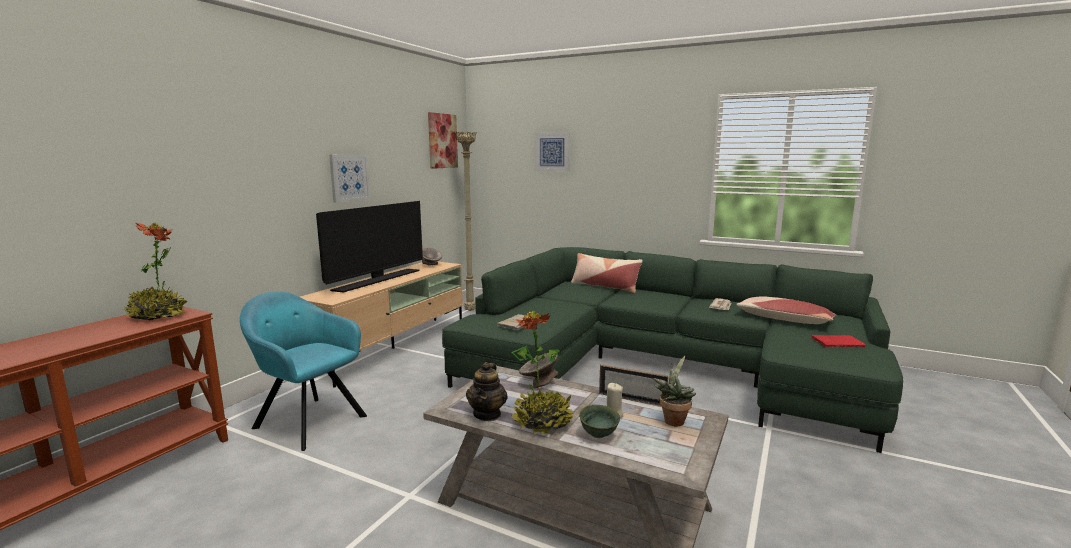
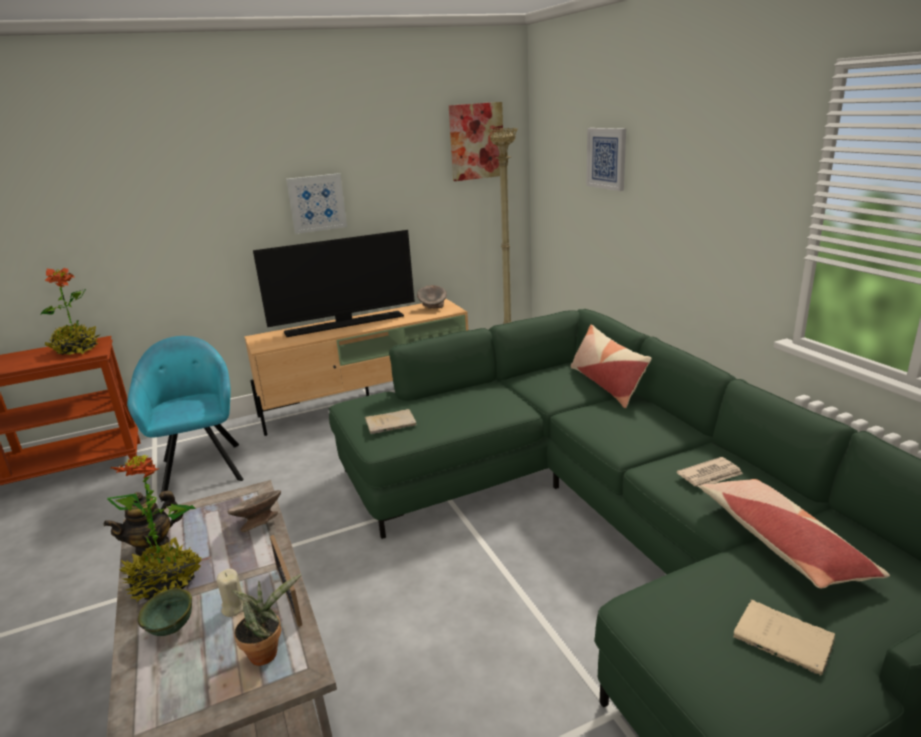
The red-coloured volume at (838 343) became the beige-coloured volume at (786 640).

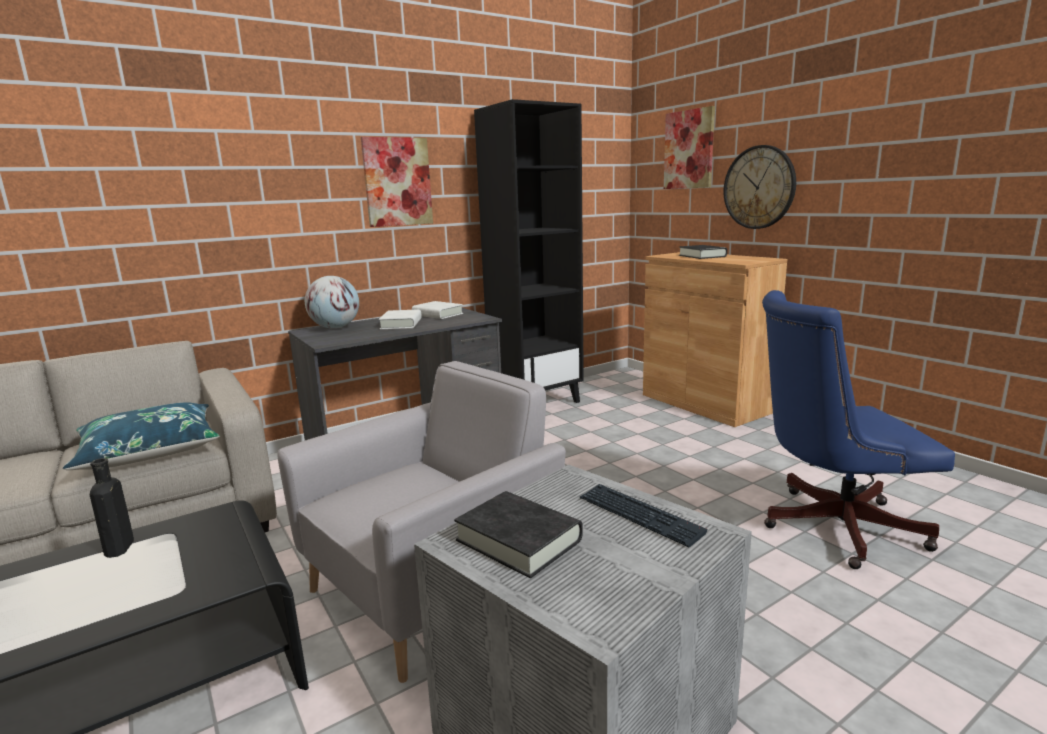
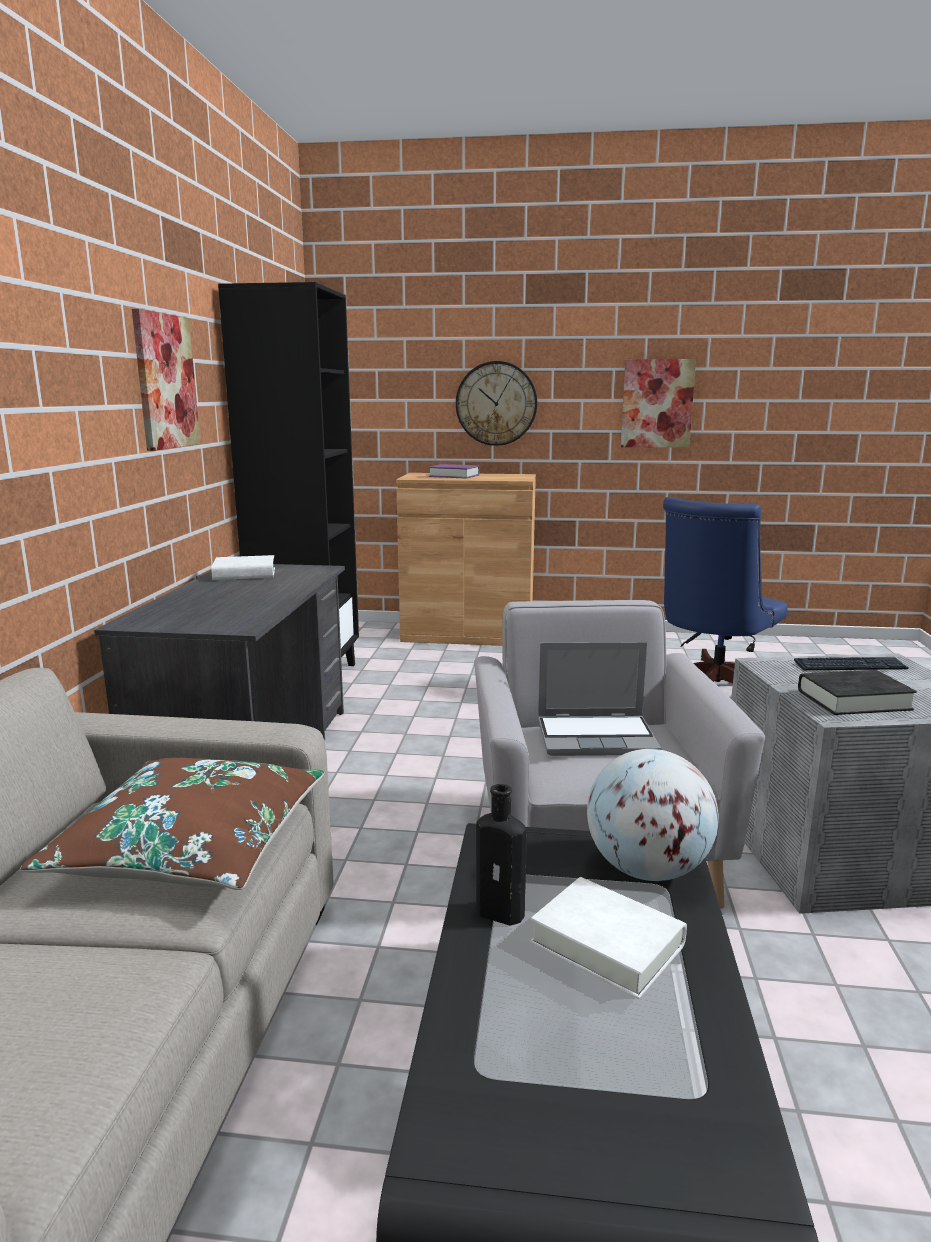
The wall picture moved from (689 149) to (657 403). The black-coloured volume at (702 256) became the purple-coloured volume at (454 476). The world globe moved from (335 327) to (647 870). The white volume moved from (401 324) to (607 944). The bluish pillow at (149 450) became the brown-coloured pillow at (191 846). The laptop at (597 737) appeared.

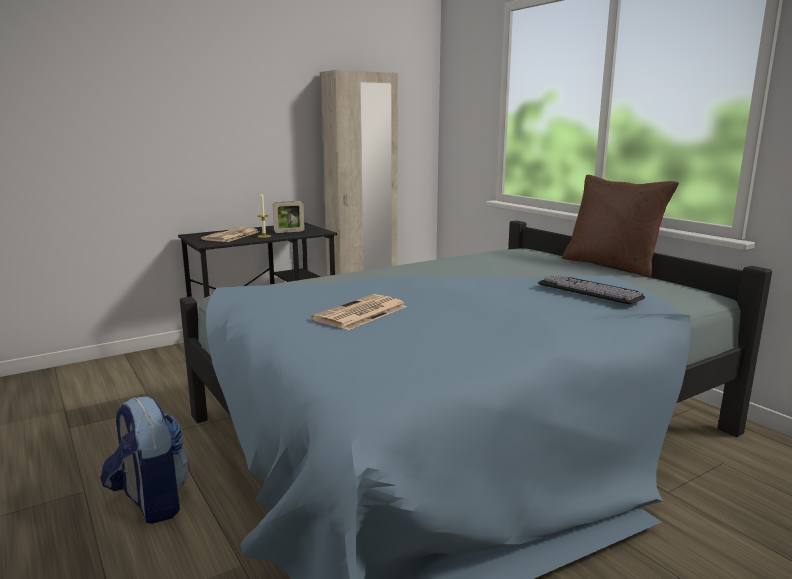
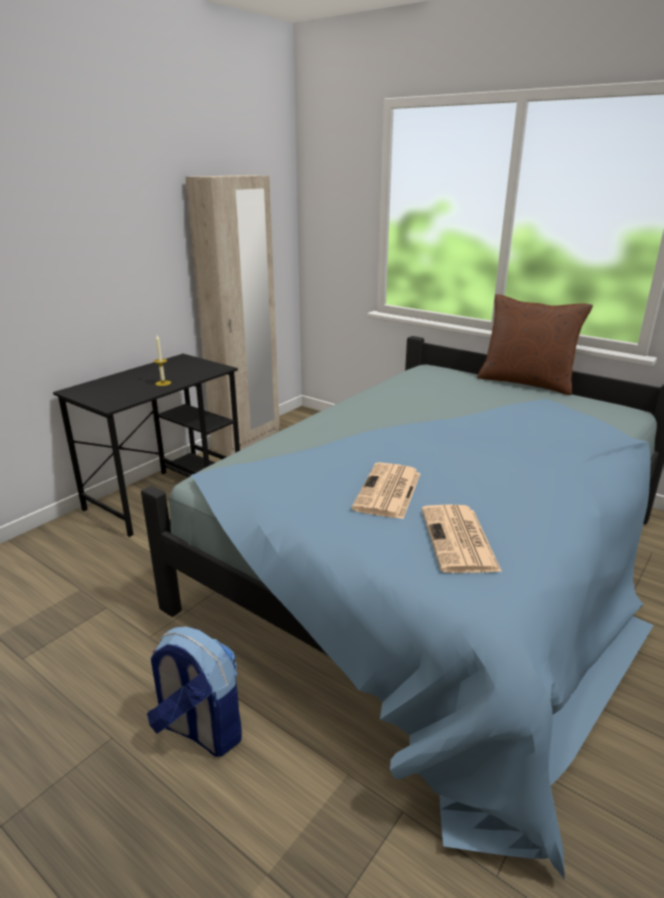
The picture frame at (289 231) disappeared. The newspaper moved from (231 236) to (459 540). The keyboard at (593 289) disappeared.

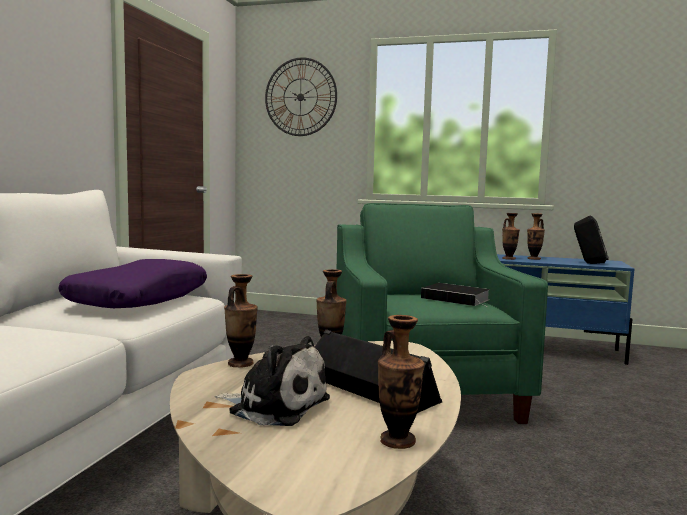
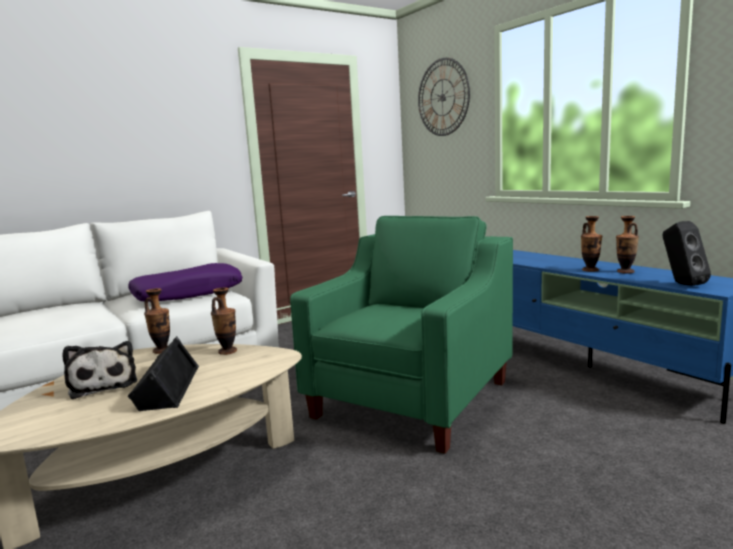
The volume at (457 299) disappeared. The decorative vase at (397 441) disappeared.

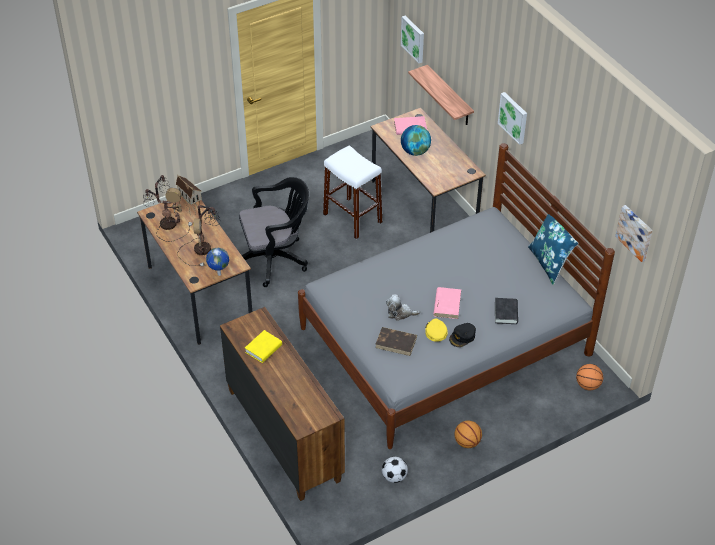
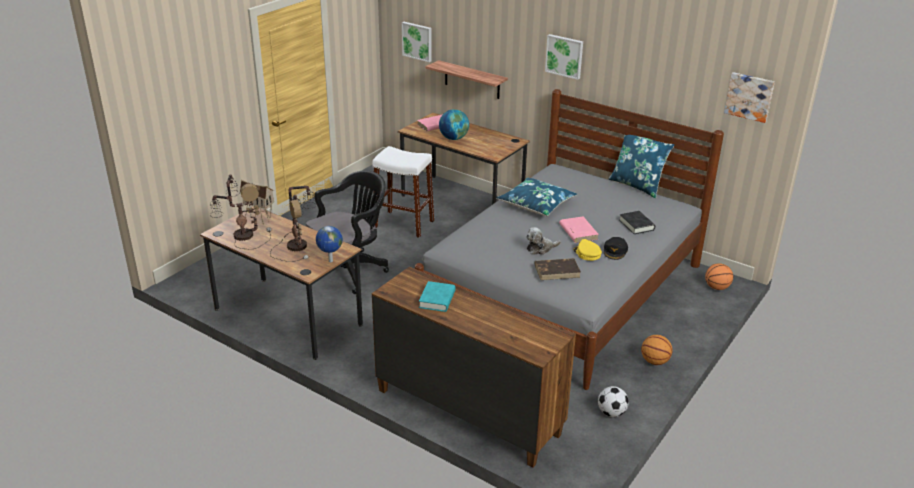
The yellowish volume at (263 349) became the turquoise volume at (437 300). The bluish pillow at (536 204) appeared.

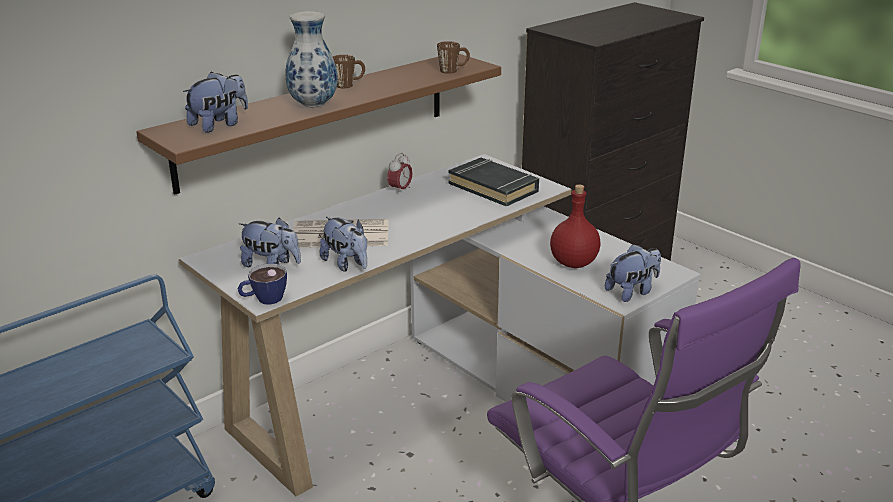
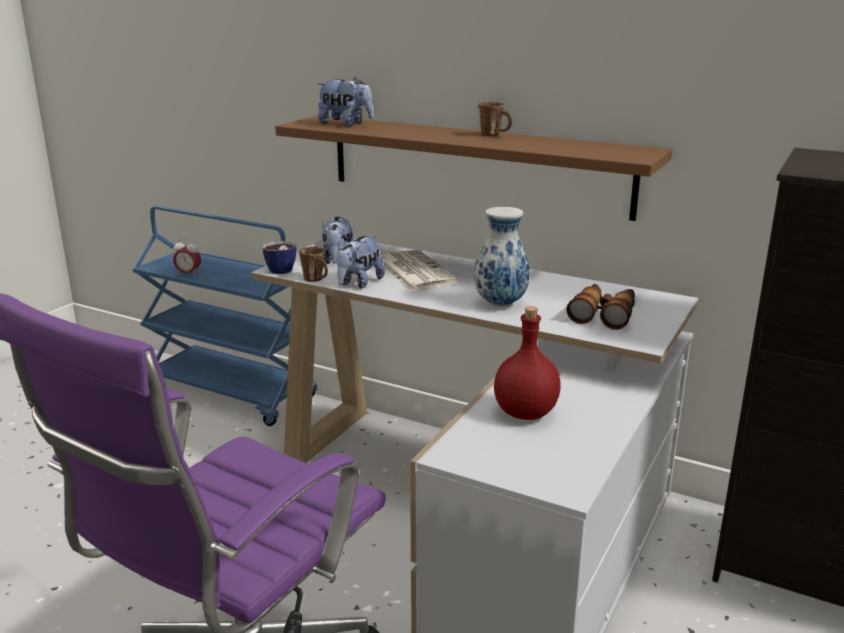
The decorative vase moved from (314 105) to (500 304). The brown-coloured tea mug moved from (453 70) to (317 280). The table clock moved from (400 190) to (188 274). The black-coloured volume at (493 187) was replaced by the field glasses at (604 314). The cuddly toy at (632 292) disappeared.

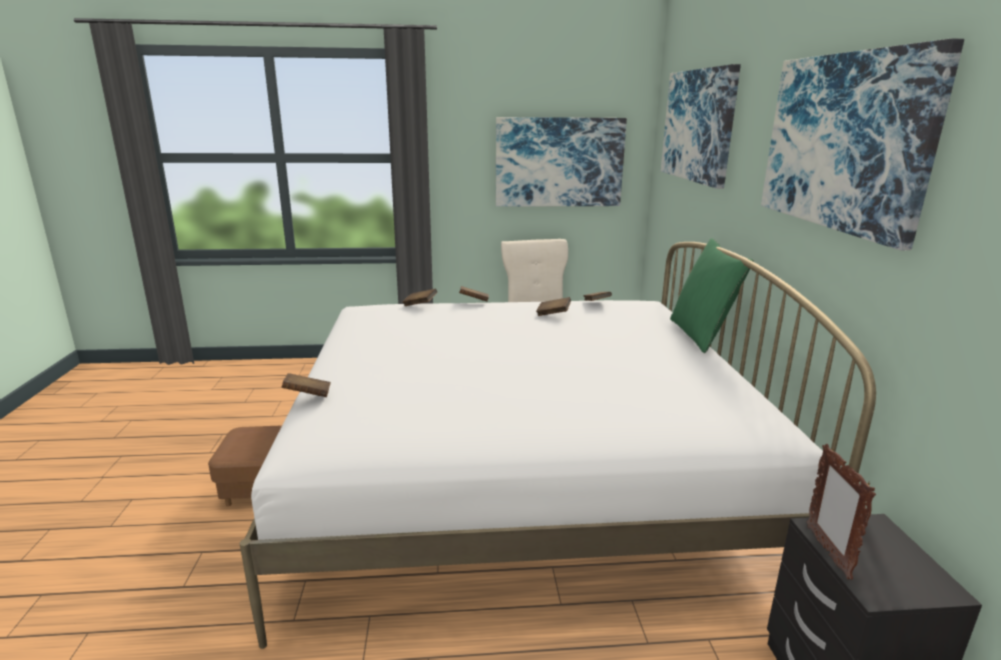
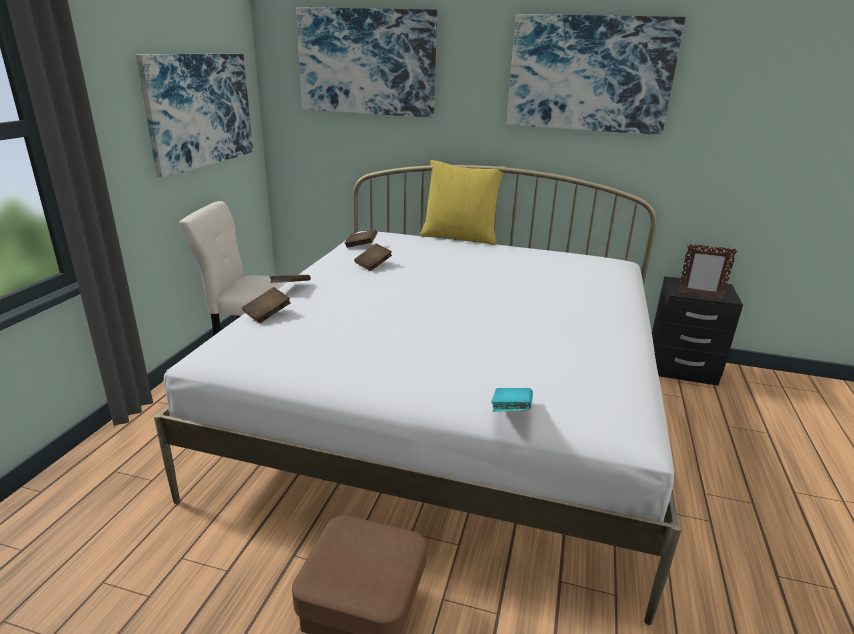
The greenish pillow at (701 335) became the yellowish pillow at (460 237). The brown-coloured volume at (308 396) became the turquoise volume at (511 411).

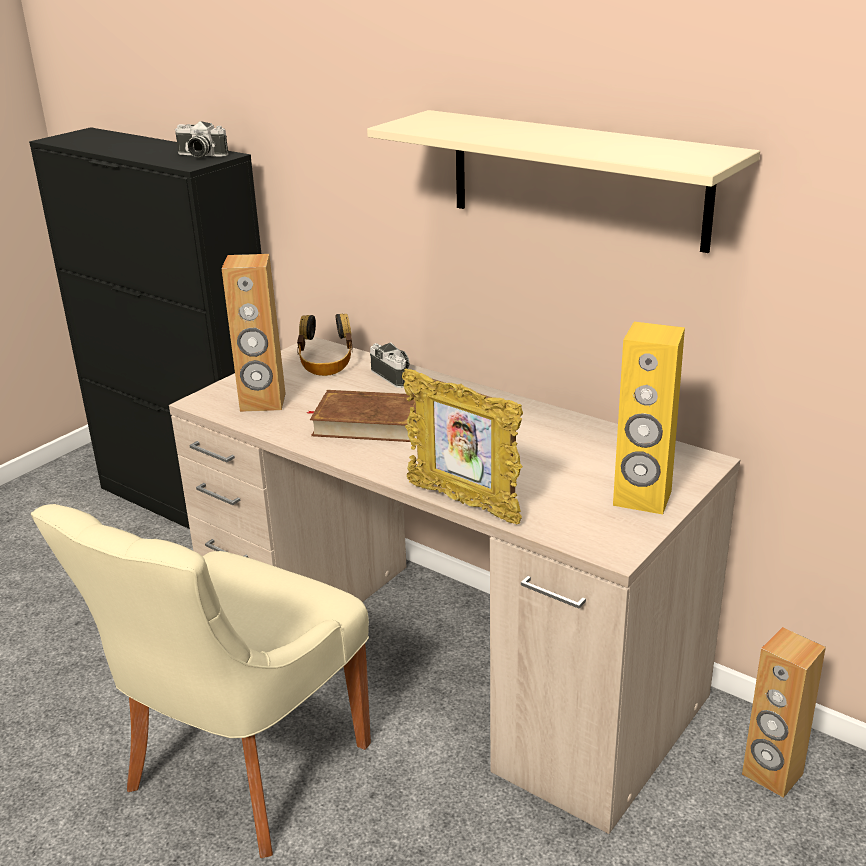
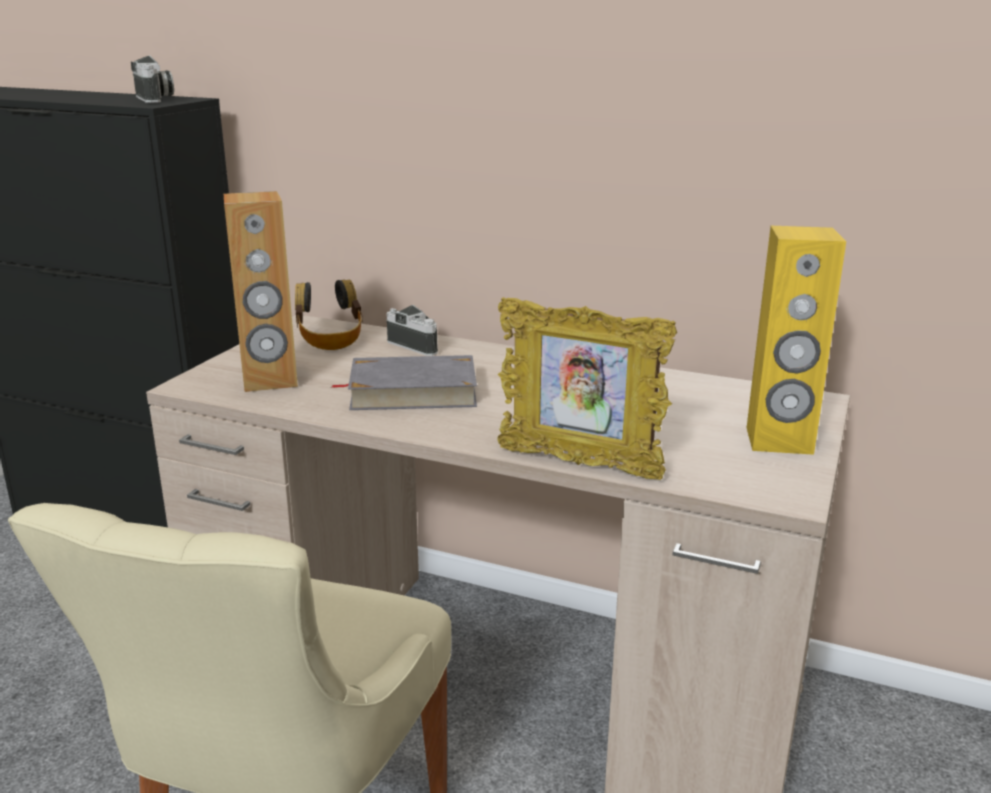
The beige-coloured bracket shelf at (576 179) disappeared. The photo camera at (200 155) turned 120 degrees counterclockwise. The brown-coloured volume at (368 422) became the gray volume at (412 391). The brown-coloured speaker at (772 774) disappeared.

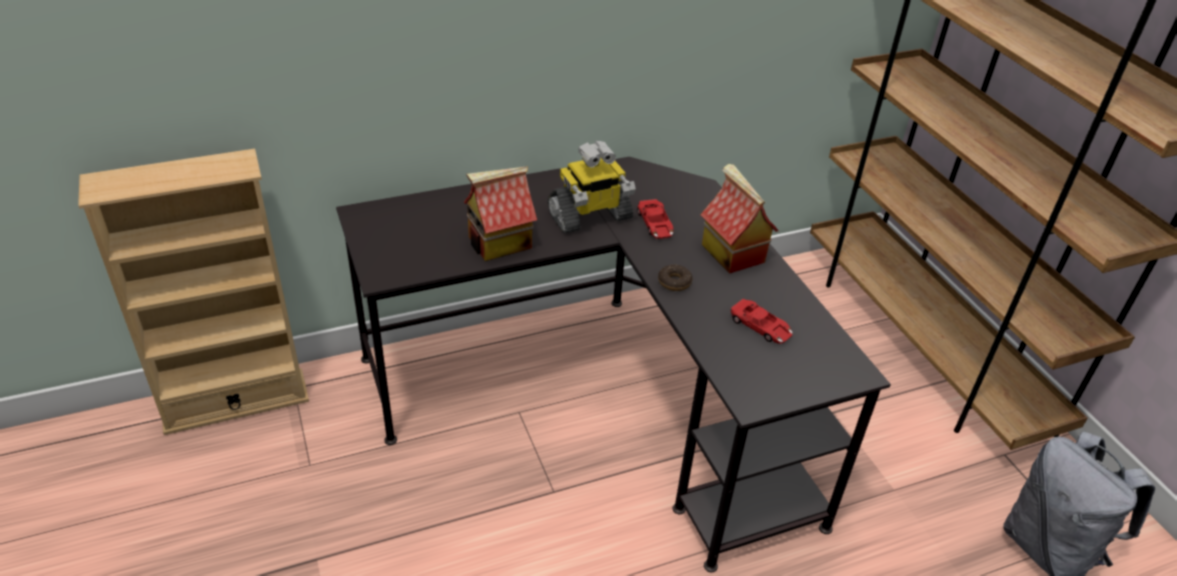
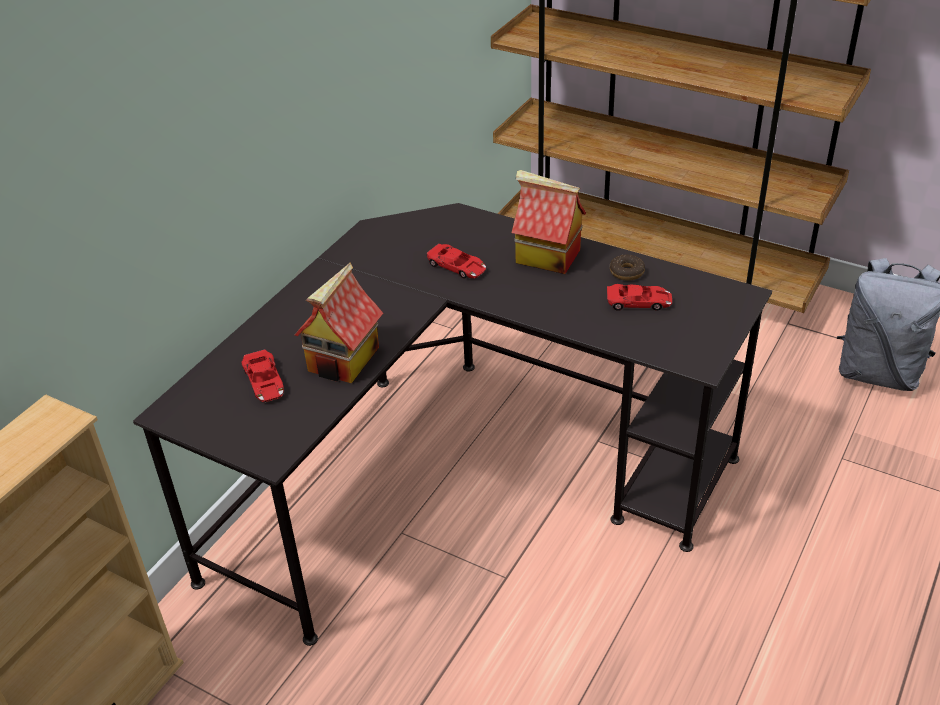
The model robot at (590 217) disappeared. The ring doughnut moved from (674 282) to (626 272). The red-coloured model car at (264 382) appeared.

